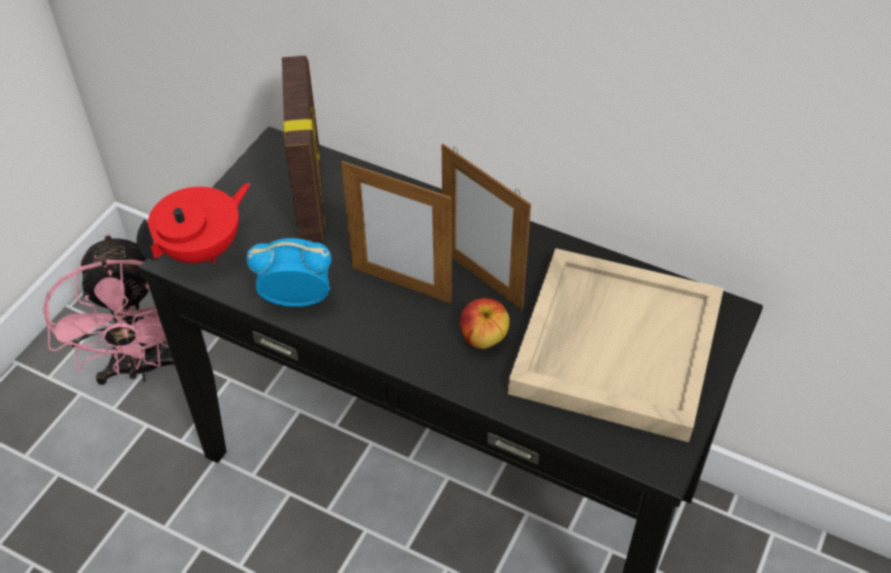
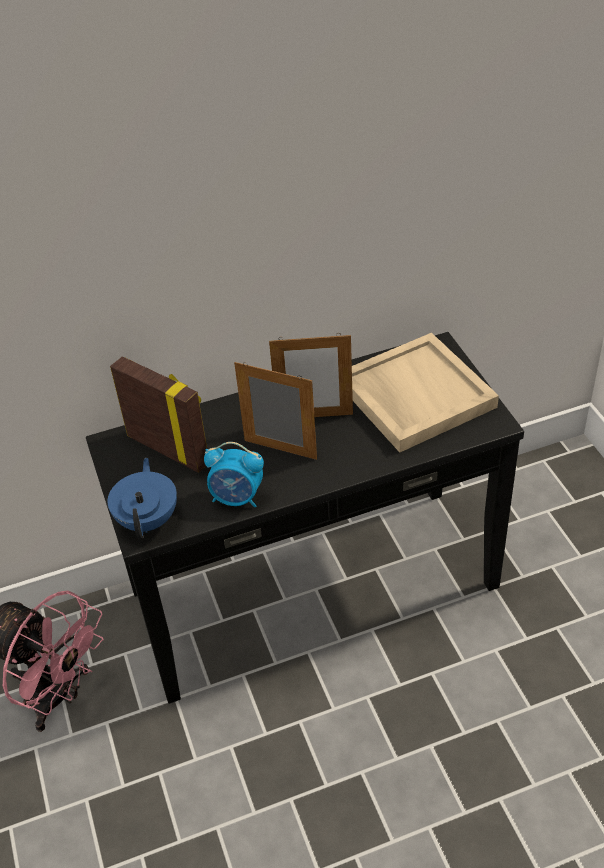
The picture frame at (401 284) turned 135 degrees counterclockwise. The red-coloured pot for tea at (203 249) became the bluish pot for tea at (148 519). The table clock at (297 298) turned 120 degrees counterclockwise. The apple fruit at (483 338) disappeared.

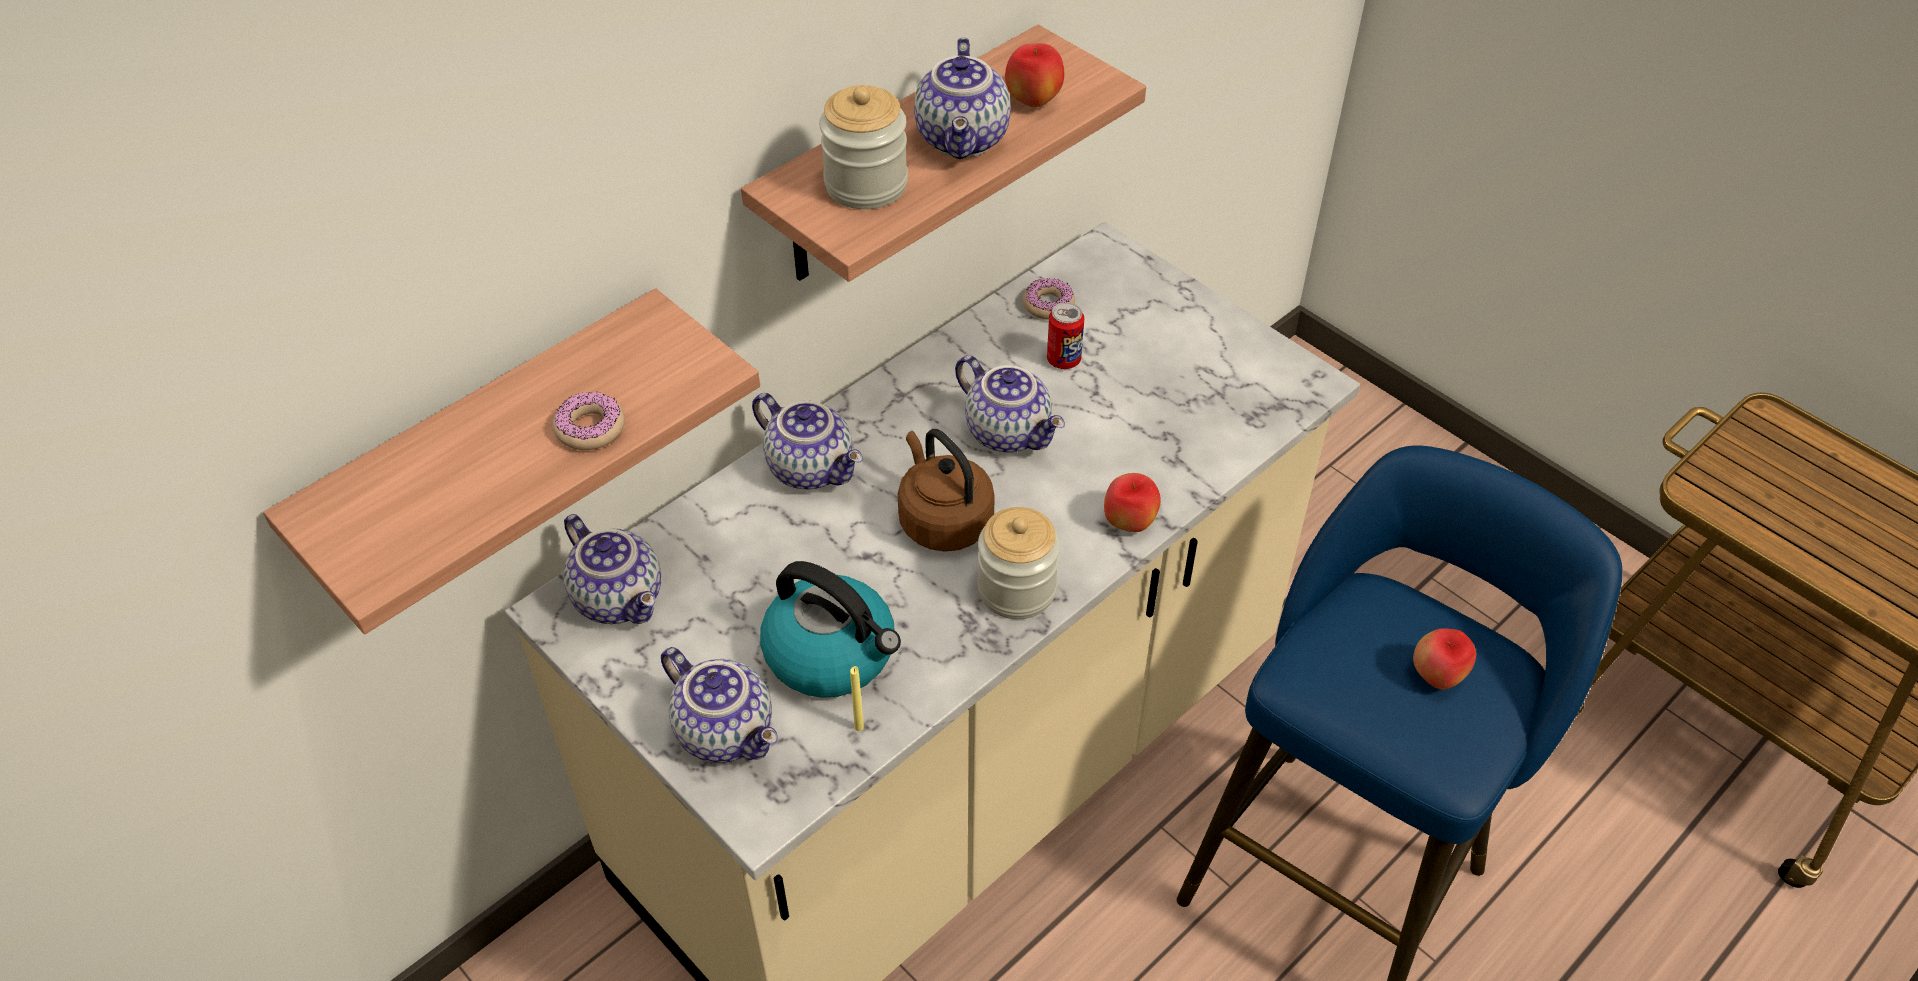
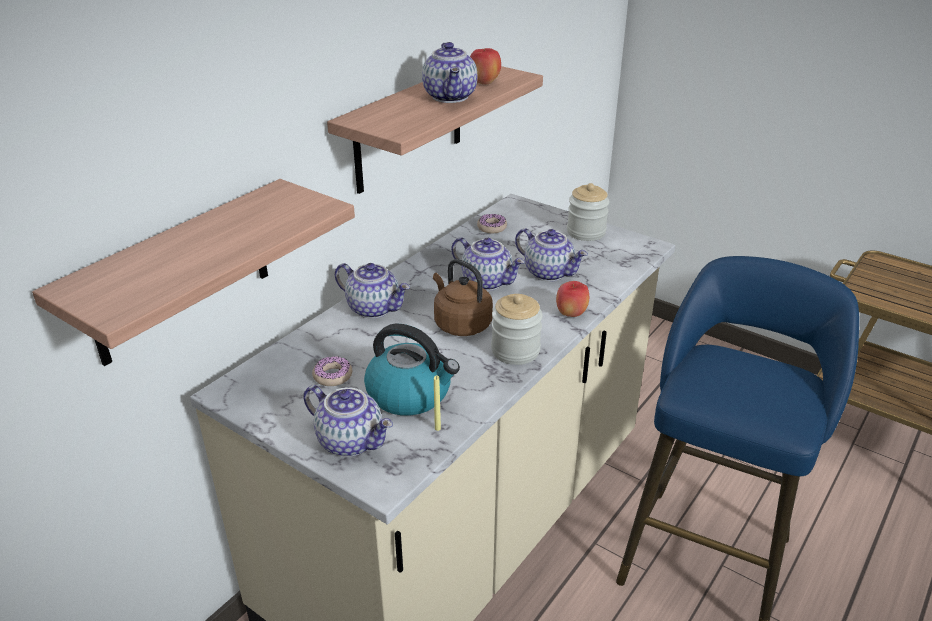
The storage jar moved from (866 185) to (586 232). The can at (1063 360) disappeared. The ring doughnut moved from (590 428) to (332 376). The pot for tea moved from (621 598) to (549 272). The apple fruit at (1437 676) disappeared.

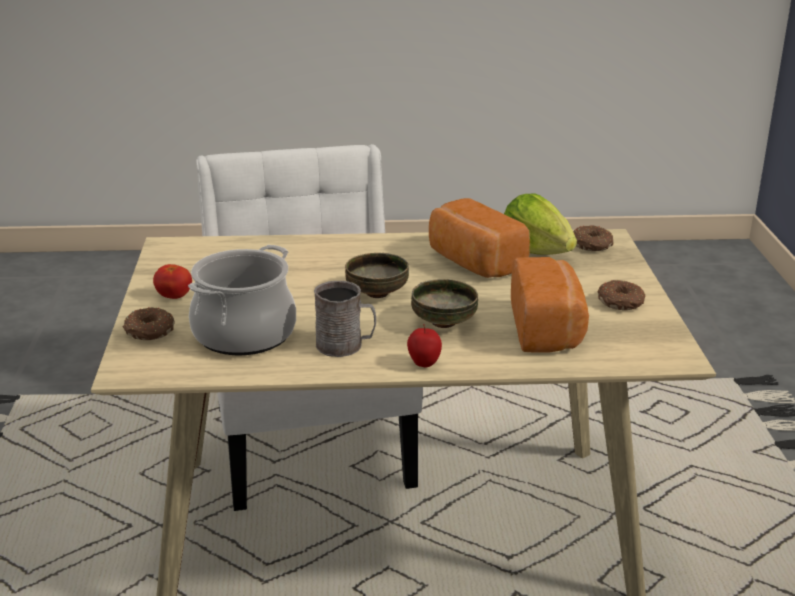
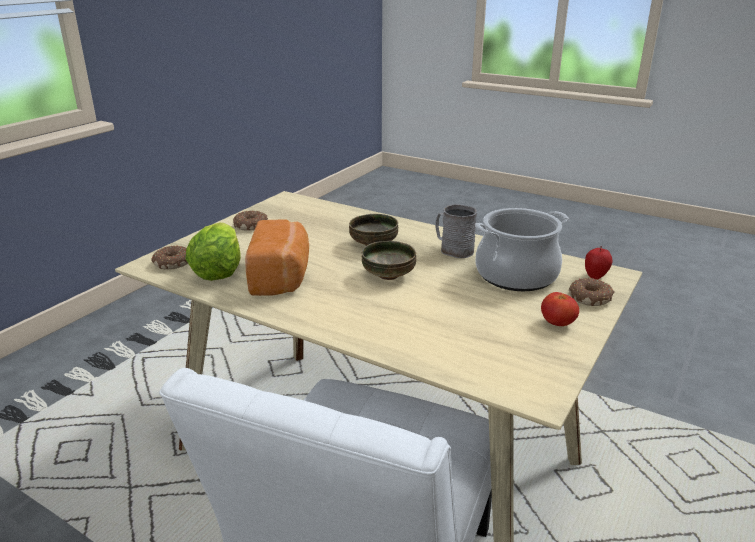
The bread at (548 329) disappeared. The apple fruit moved from (424 364) to (595 276).

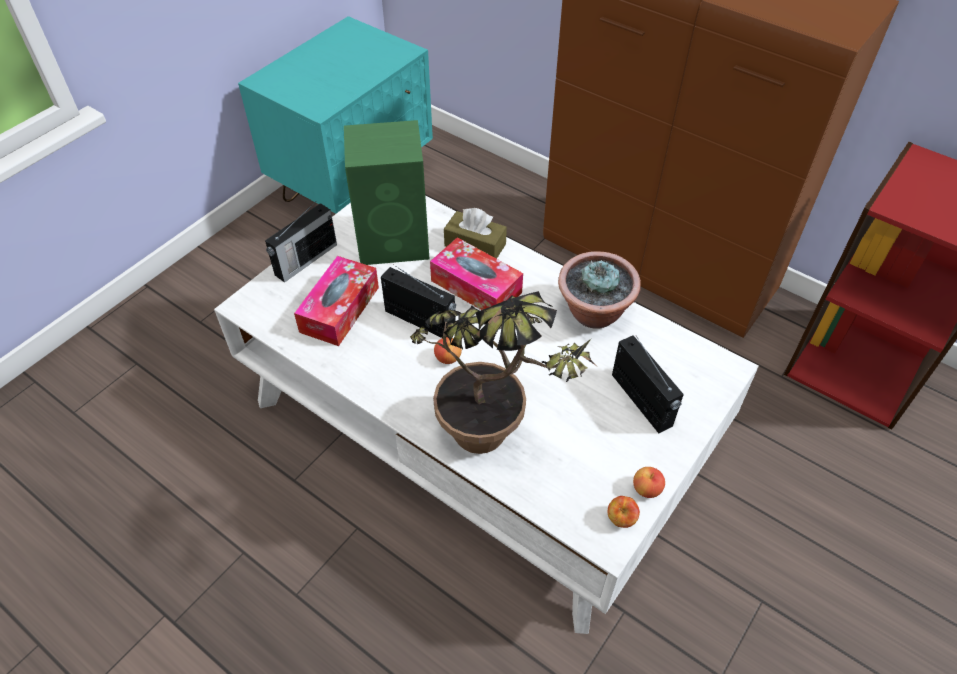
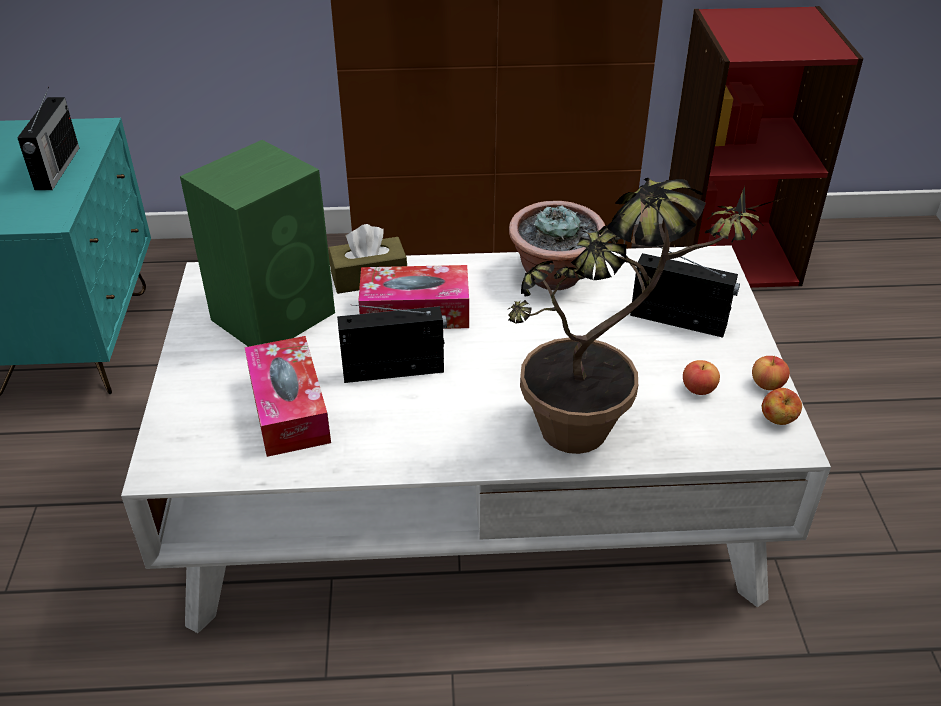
The radio receiver moved from (305 260) to (56 169). The apple fruit moved from (448 358) to (698 389).

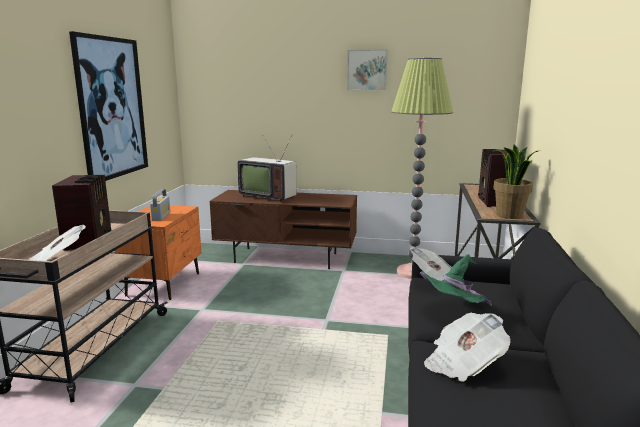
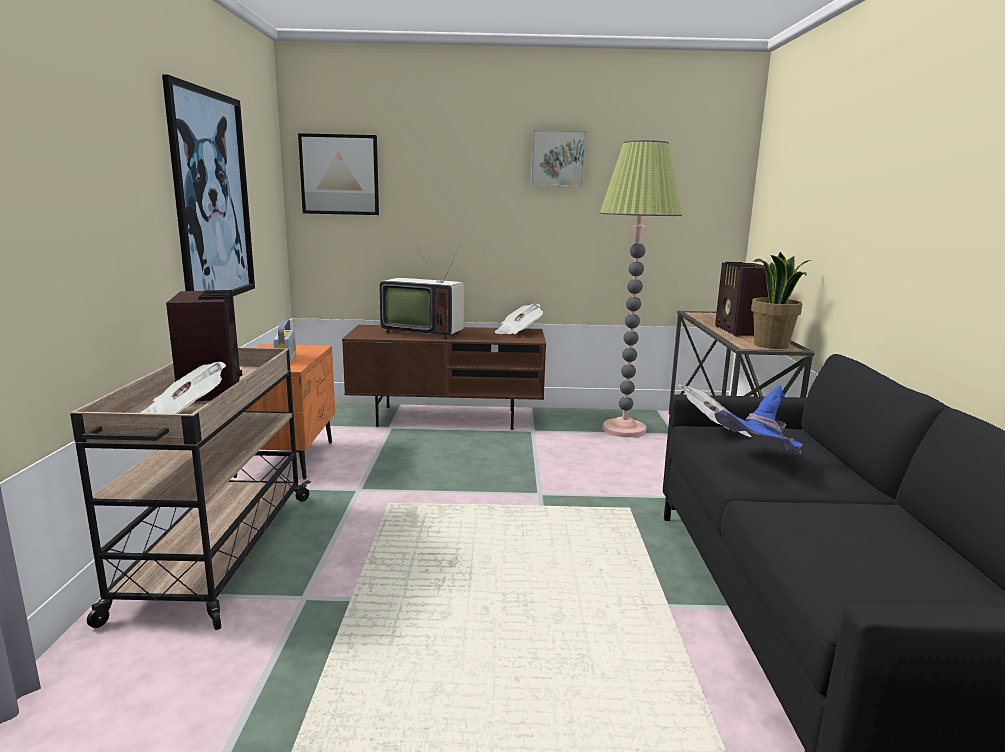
The greenish clothing hat at (453 311) became the bluish clothing hat at (758 462). The newspaper moved from (463 364) to (518 332). The wall picture at (339 175) appeared.

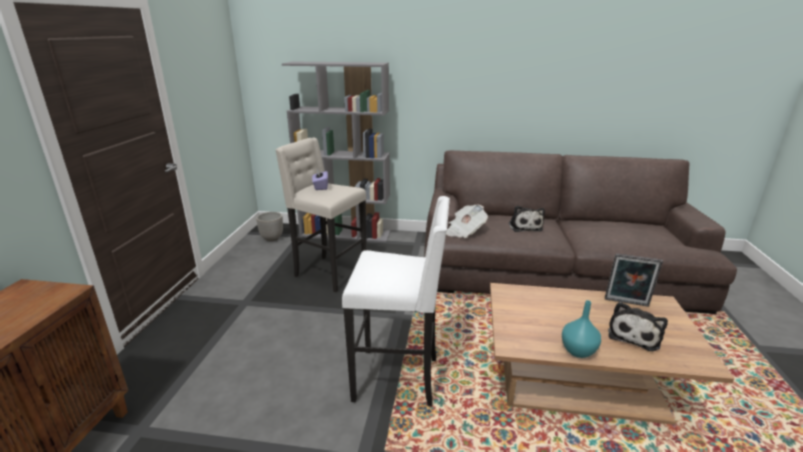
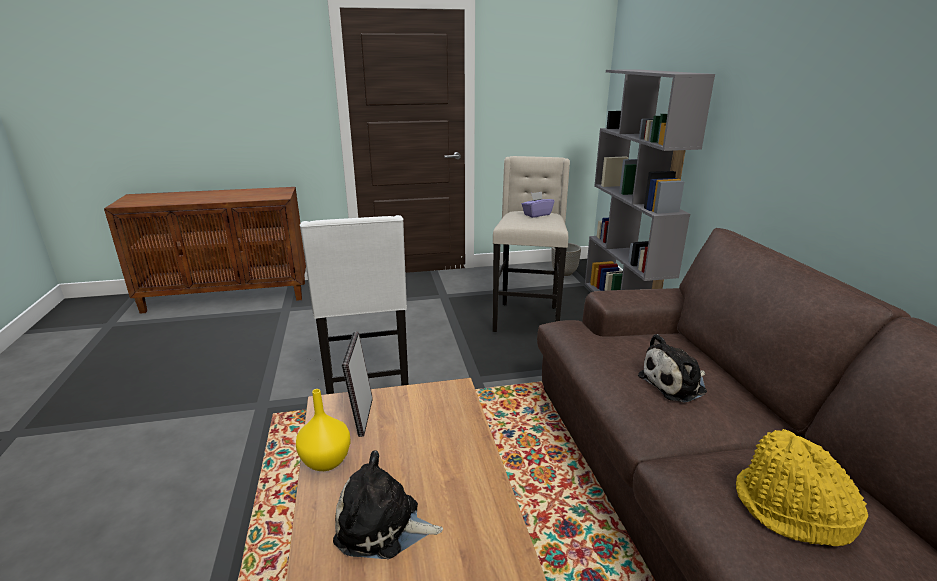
The newspaper at (464 231) disappeared. The picture frame moved from (626 303) to (361 417). The turquoise decorative vase at (578 351) became the yellowish decorative vase at (327 462). The yellowish clothing hat at (792 511) appeared.

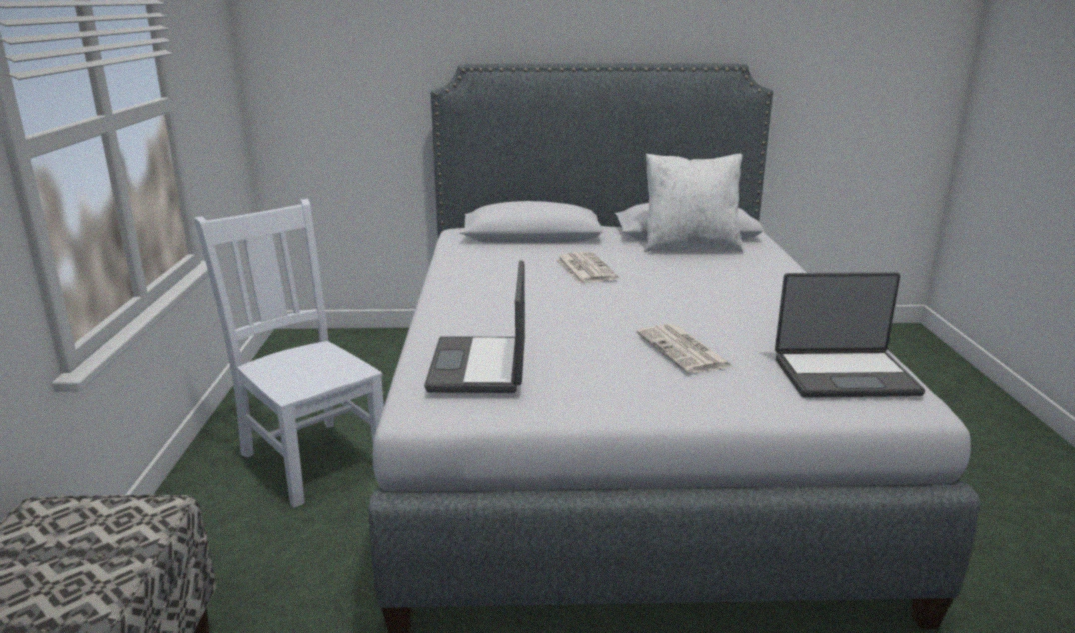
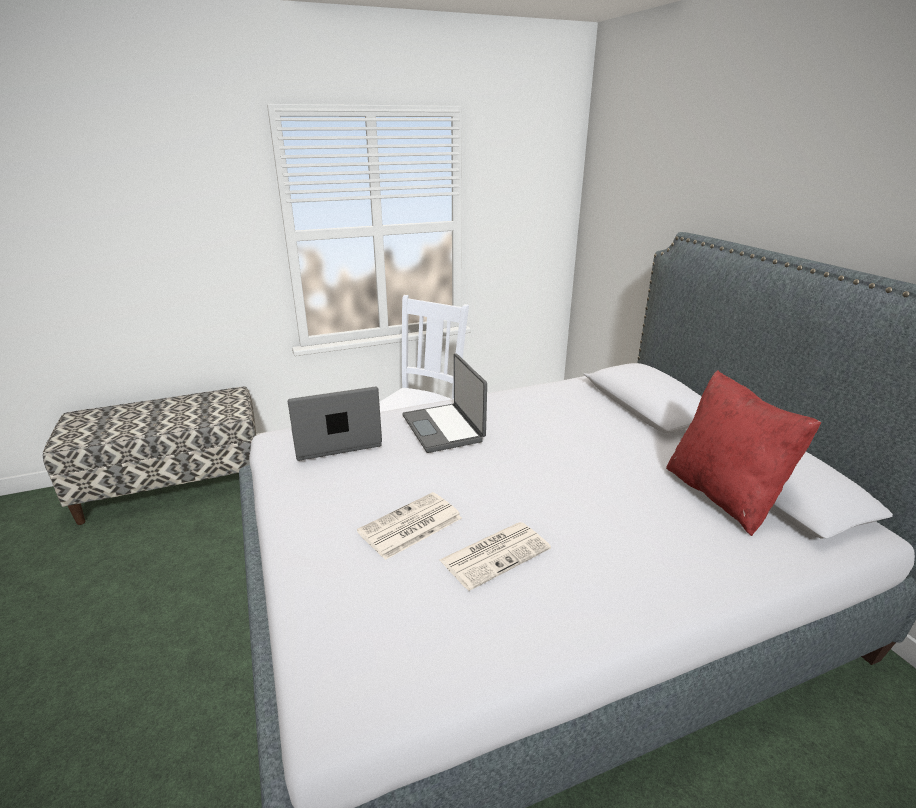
The white pillow at (690 247) became the red-coloured pillow at (722 495). The newspaper moved from (584 269) to (496 554). The laptop moved from (844 375) to (444 428).

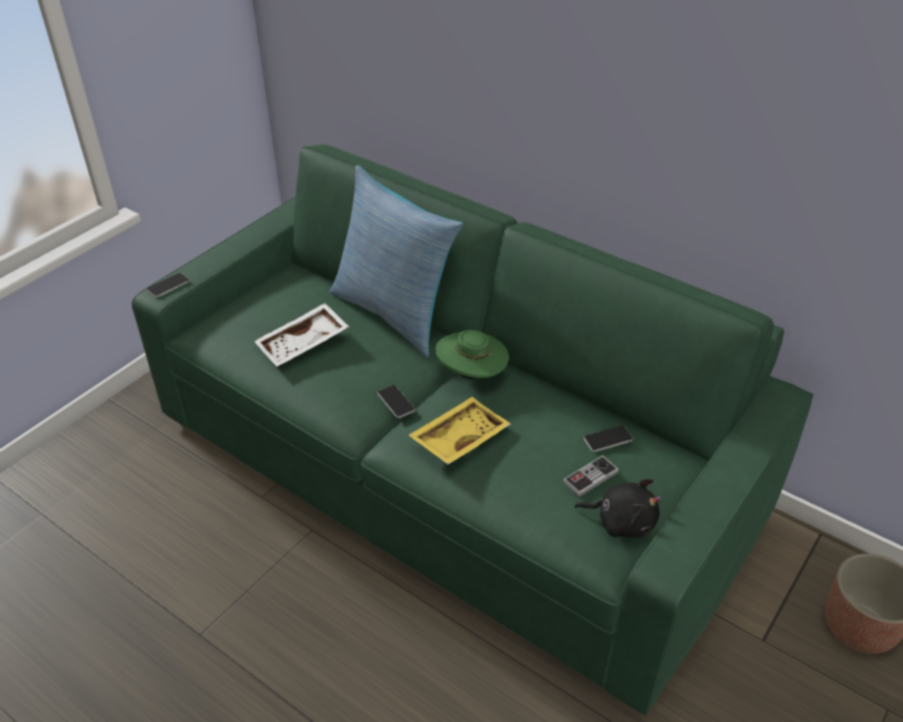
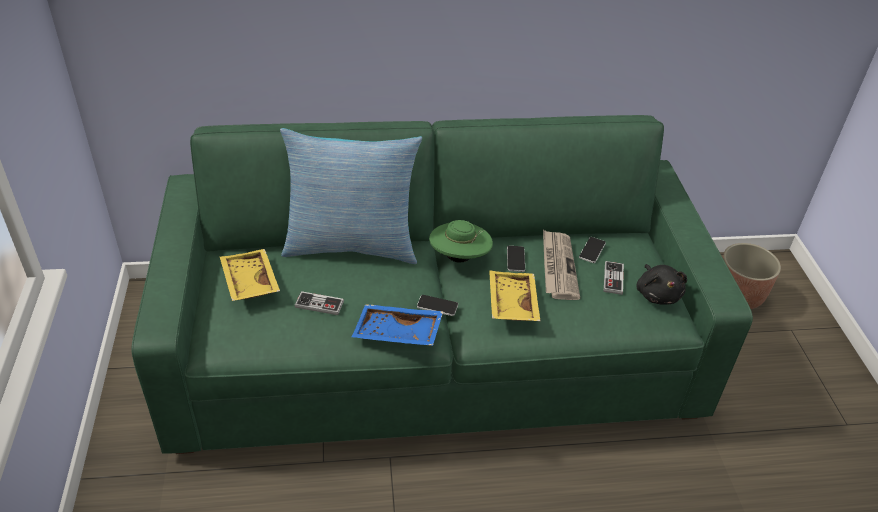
The telephone moved from (168 285) to (515 259). The white carrying tray at (303 344) was replaced by the game controller at (319 304). The black-coloured cuddly toy at (621 521) turned 105 degrees clockwise. The newspaper at (557 266) appeared. The yellowish carrying tray at (248 283) appeared. The bluish carrying tray at (397 334) appeared.

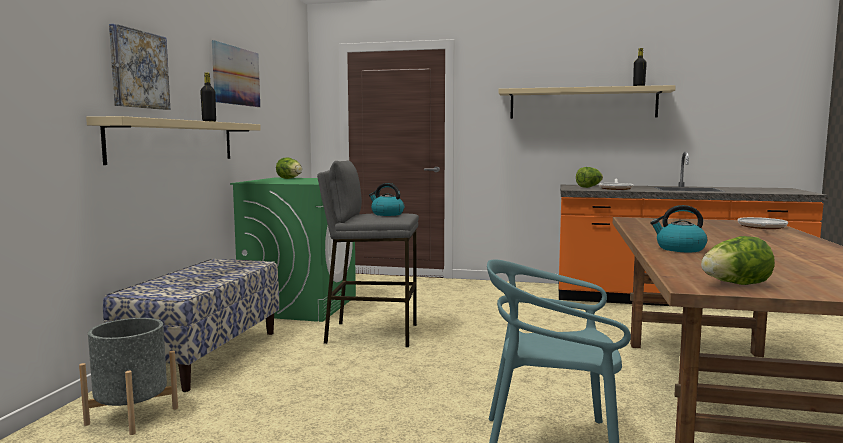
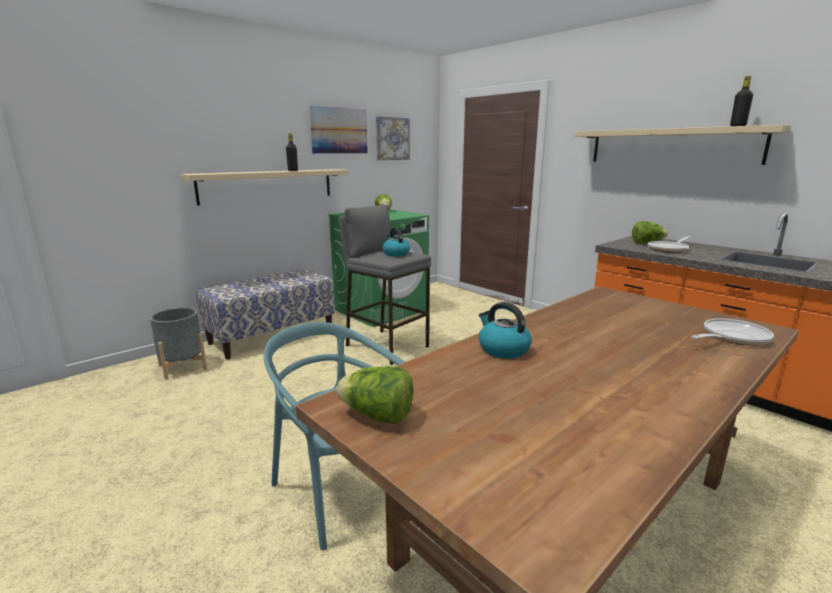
The wall picture moved from (138 69) to (392 139).

